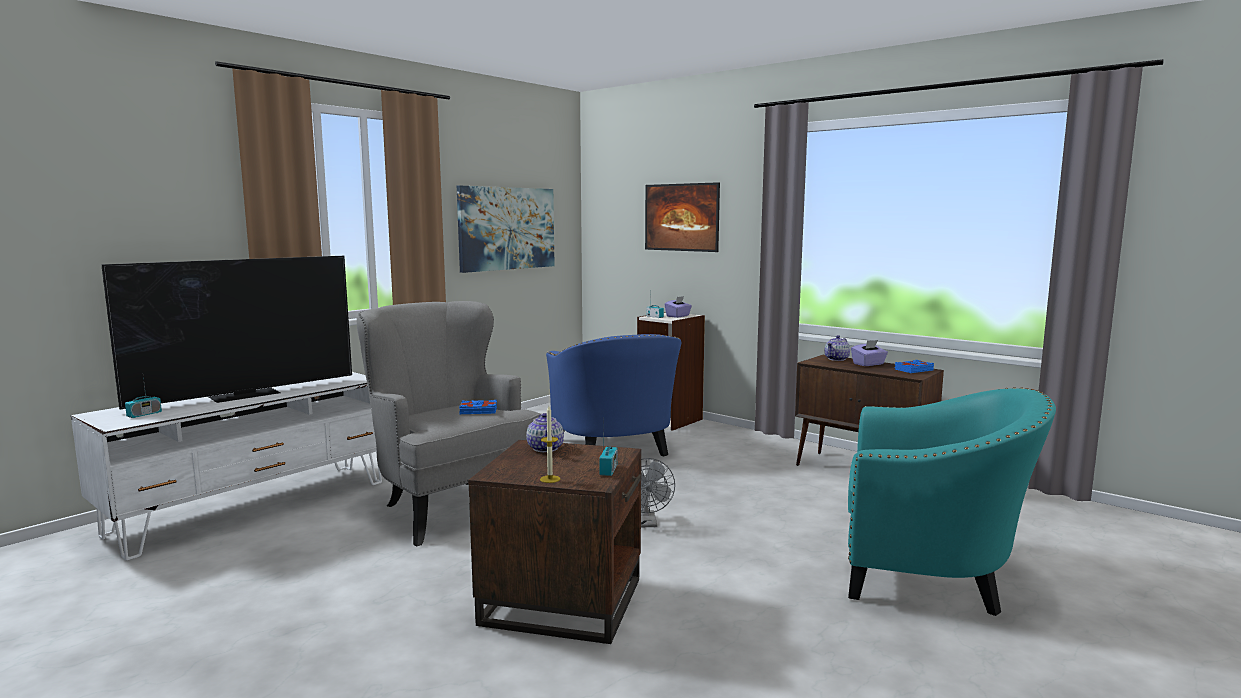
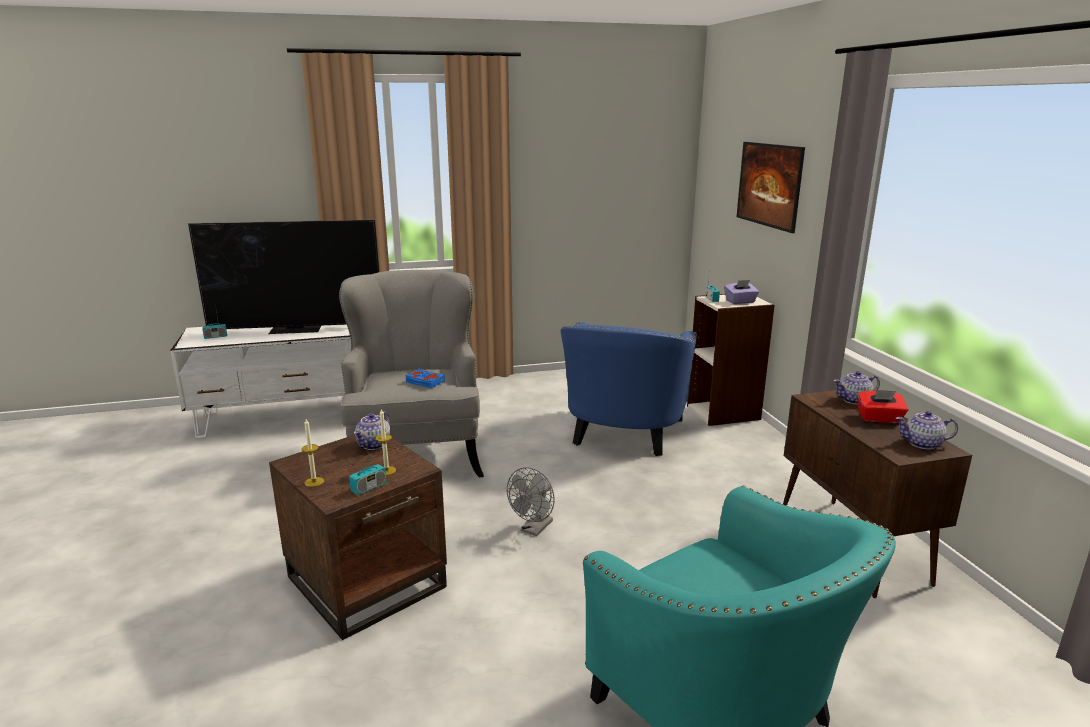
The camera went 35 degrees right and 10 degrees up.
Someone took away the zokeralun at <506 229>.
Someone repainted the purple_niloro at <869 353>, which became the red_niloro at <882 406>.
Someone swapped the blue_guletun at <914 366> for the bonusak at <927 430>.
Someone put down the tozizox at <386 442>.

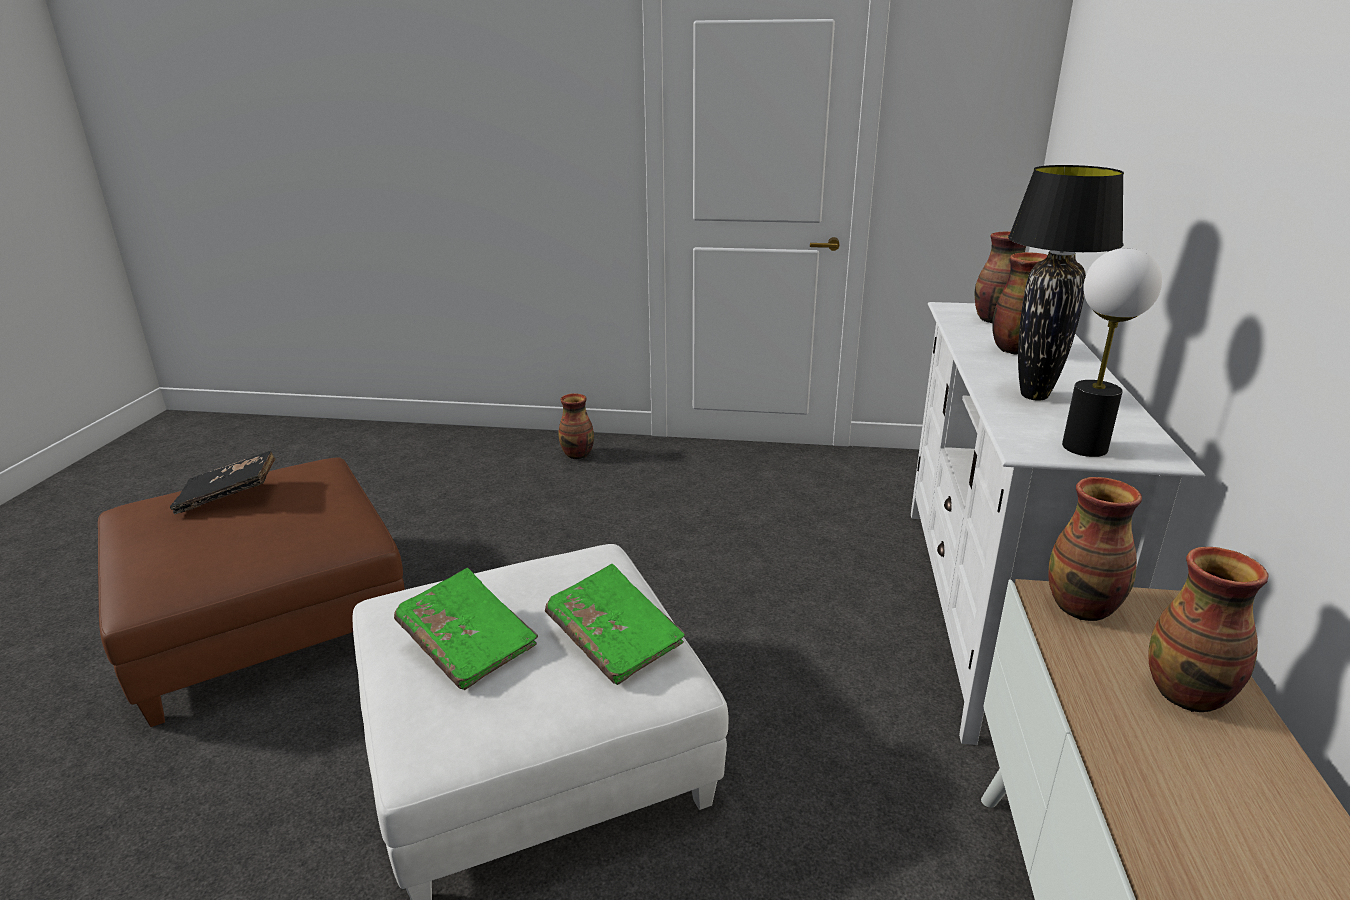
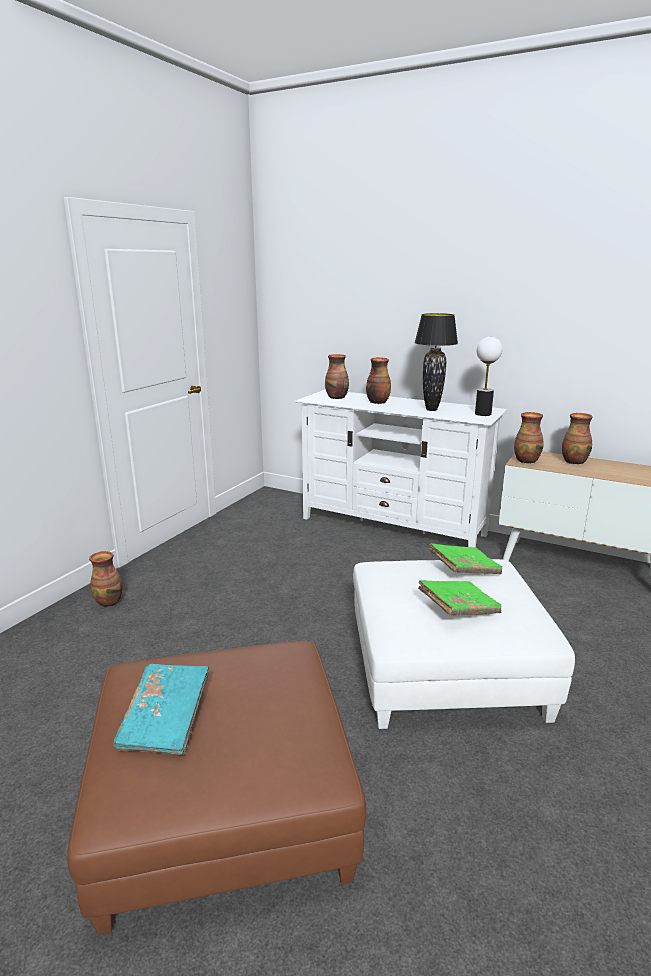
The camera went 70 degrees left and 5 degrees down.
Someone repainted the black_guletun at <222 483>, which became the turquoise_guletun at <161 709>.

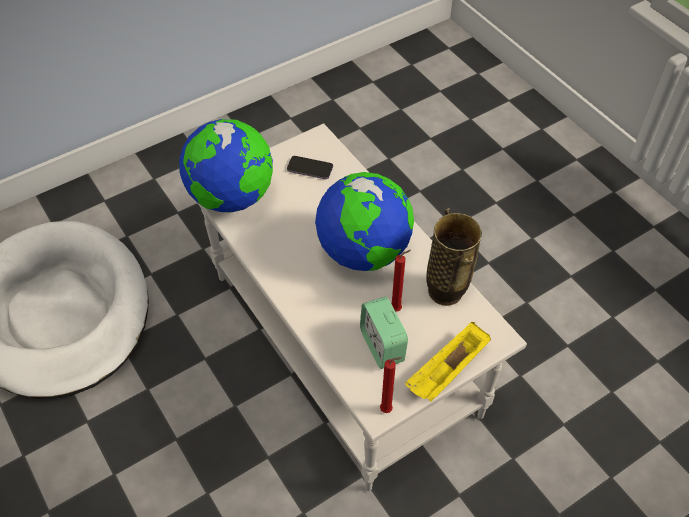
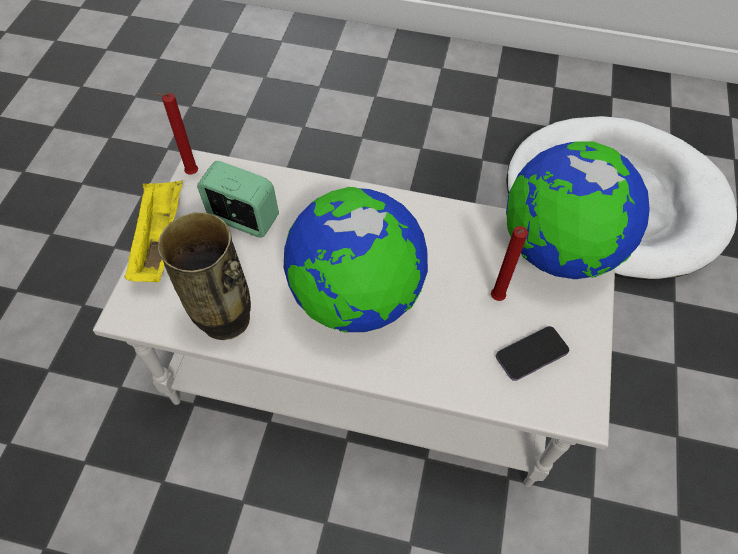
The camera went 135 degrees right and 5 degrees up.
Someone carried the red_tozizox from <401 280> to <509 263>.

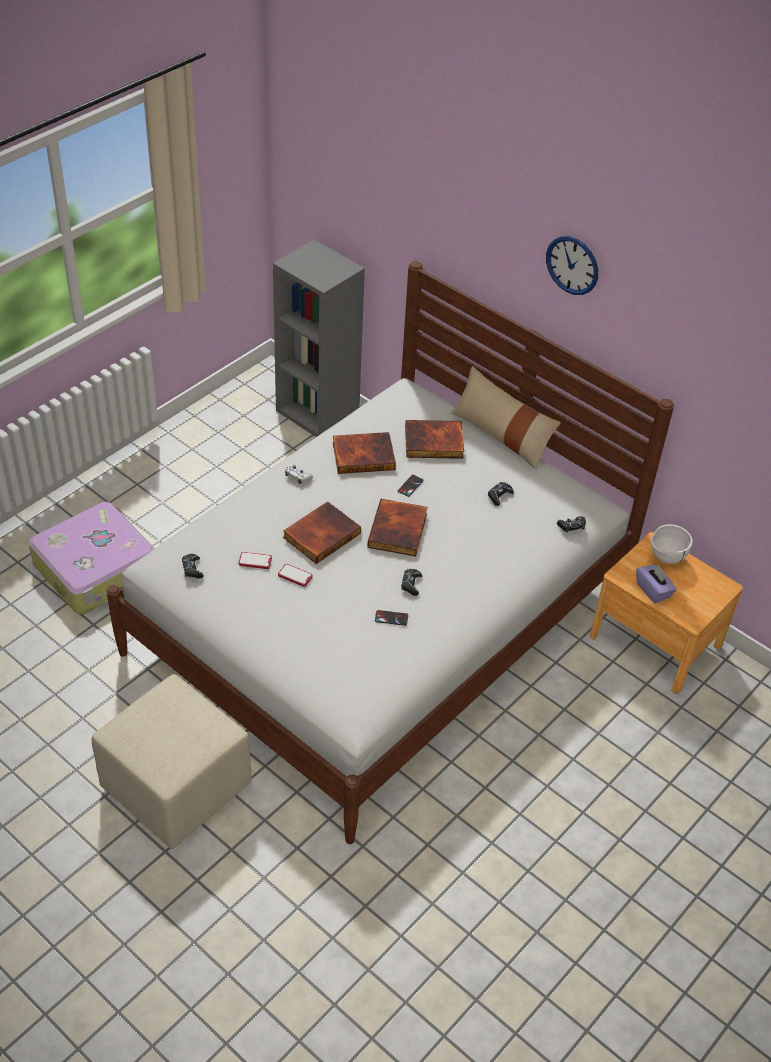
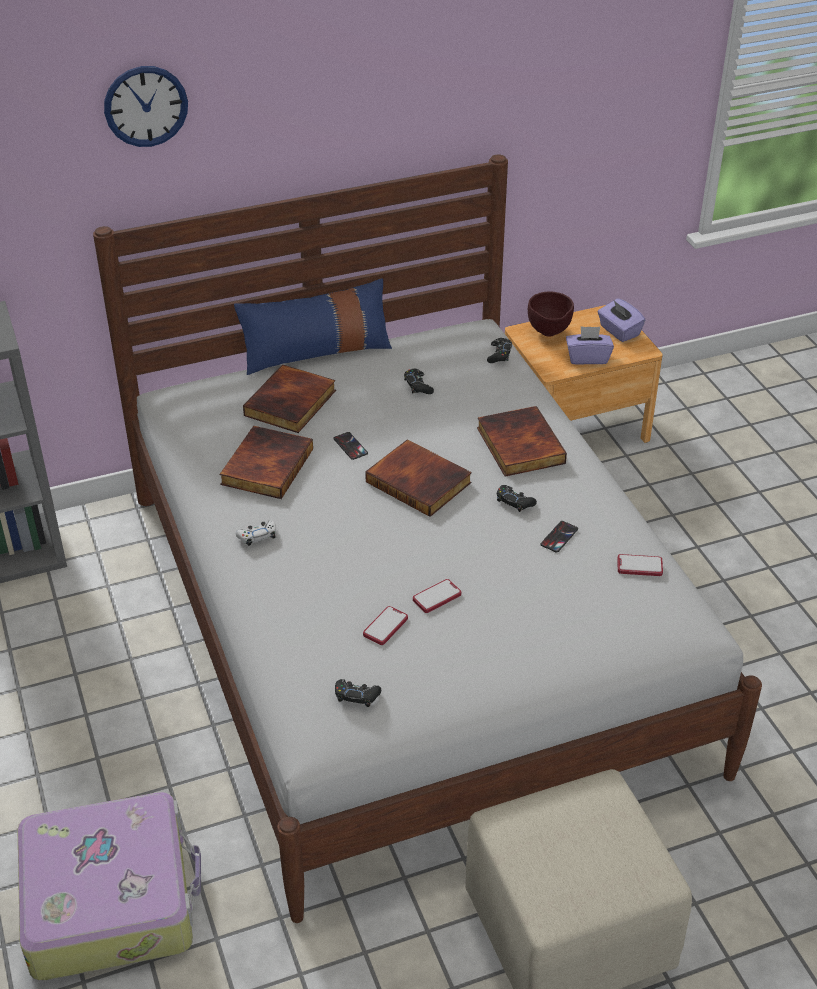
The camera went 60 degrees left and 5 degrees down.
Someone carried the guletun from <322 532> to <522 441>.
Someone repainted the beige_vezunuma at <506 418>, which became the blue_vezunuma at <313 326>.
Someone carried the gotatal from <572 265> to <146 106>.
Someone repainted the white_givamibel at <671 544>, which became the brown_givamibel at <551 314>.
Someone put down the purple_niloro at <621 320>.
Someone put down the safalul at <640 565>.

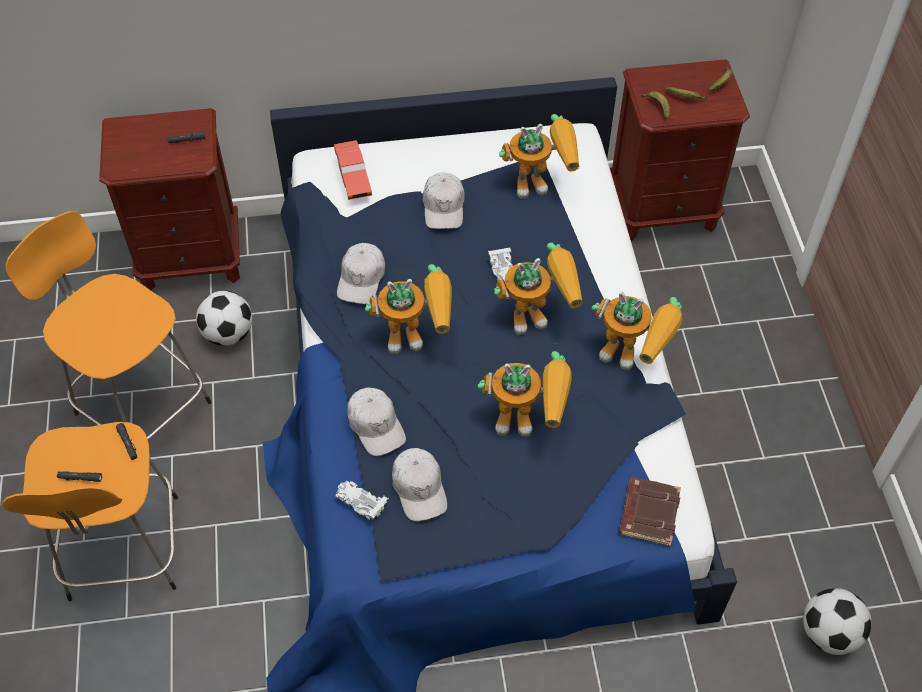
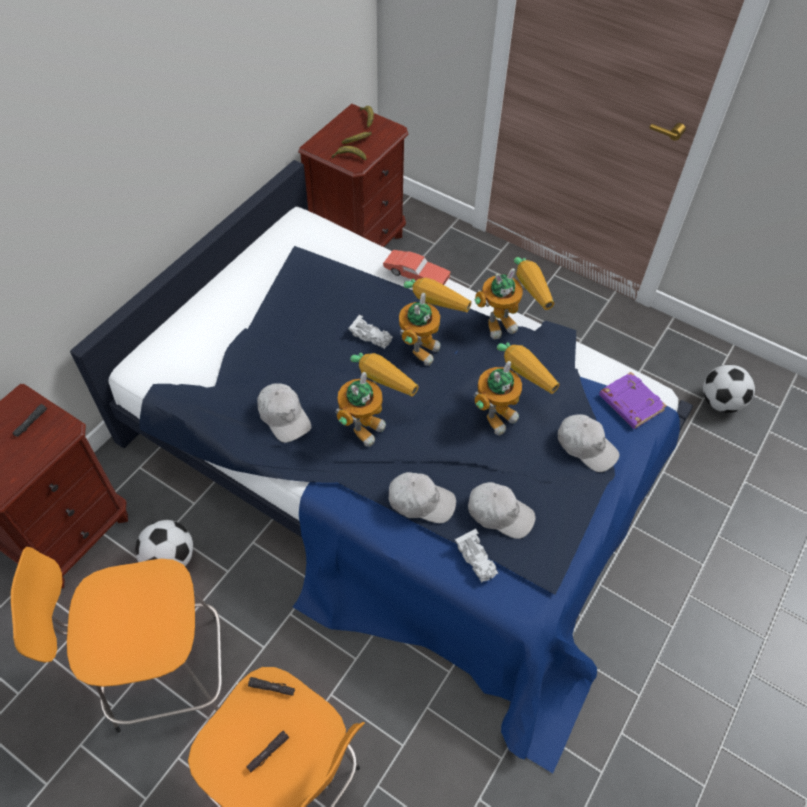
The camera went 50 degrees left and 0 degrees up.
Someone carried the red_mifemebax from <353 170> to <417 267>.
Someone rotated the white_mifemebax at <361 500> by 105 degrees counterclockwise.
Someone carried the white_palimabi from <444 201> to <589 443>.
Someone took away the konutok at <539 156>.
Someone repainted the brown_guletun at <650 511>, which became the purple_guletun at <633 400>.

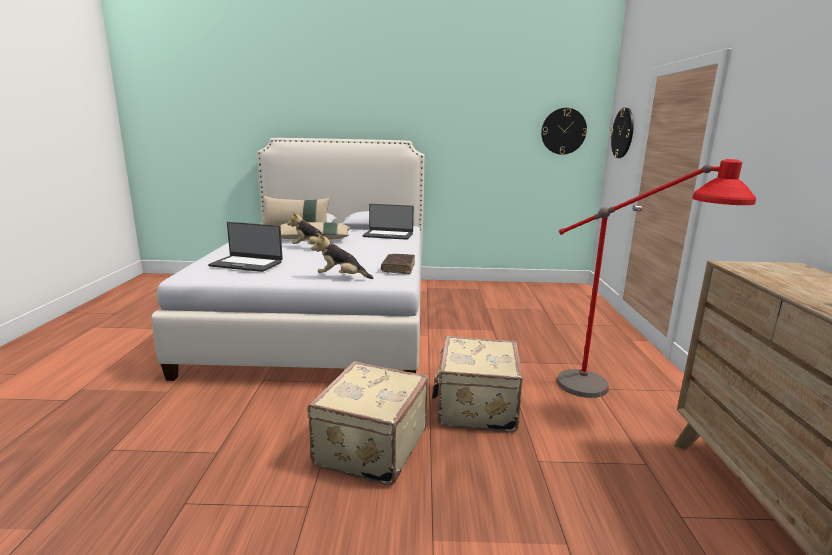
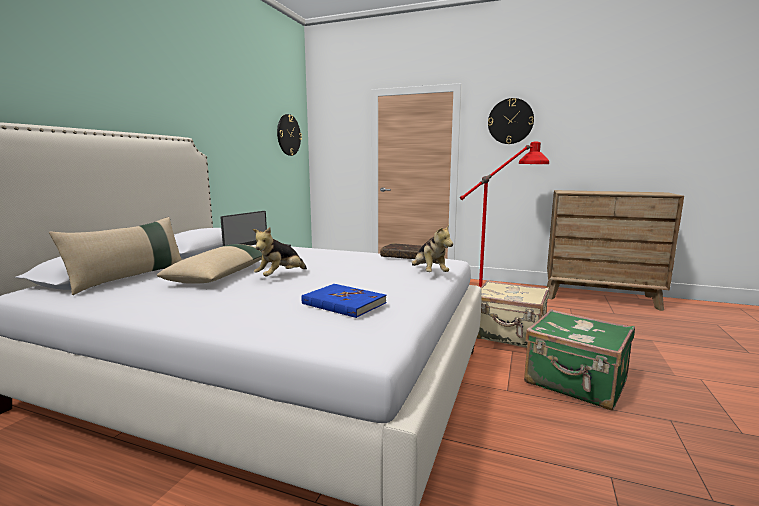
The camera went 70 degrees left and 5 degrees down.
Someone swapped the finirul at <245 247> for the blue_guletun at <343 301>.
Someone repainted the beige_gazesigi at <367 423>, which became the green_gazesigi at <579 360>.
Someone rotated the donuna at <342 256> by 45 degrees counterclockwise.
Someone carried the gotatal from <622 133> to <511 121>.

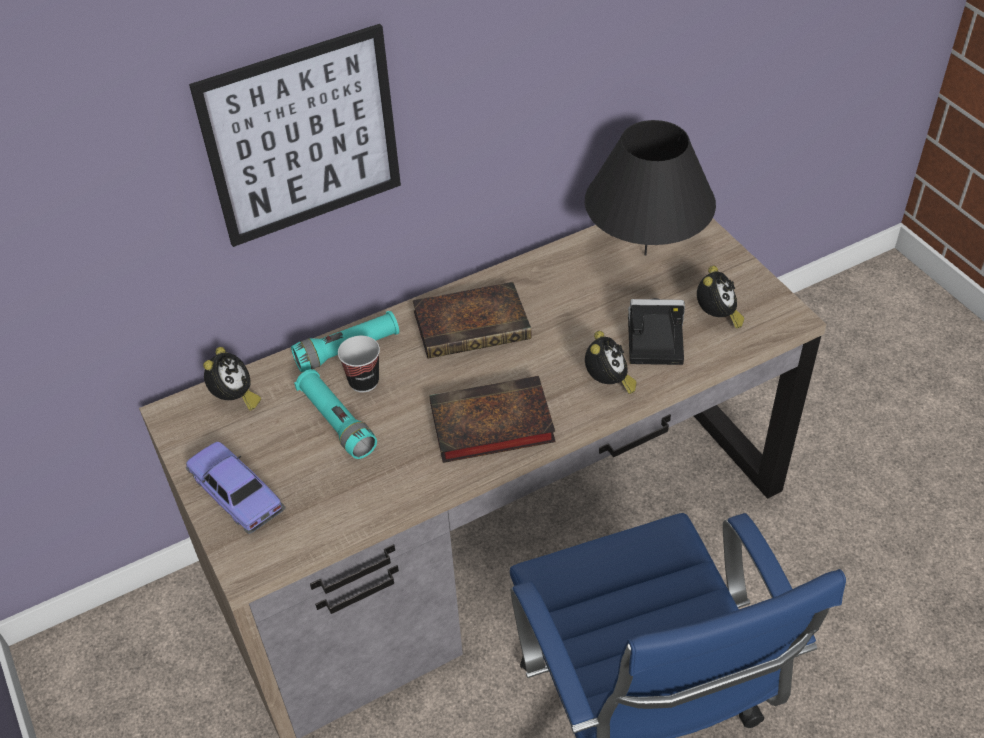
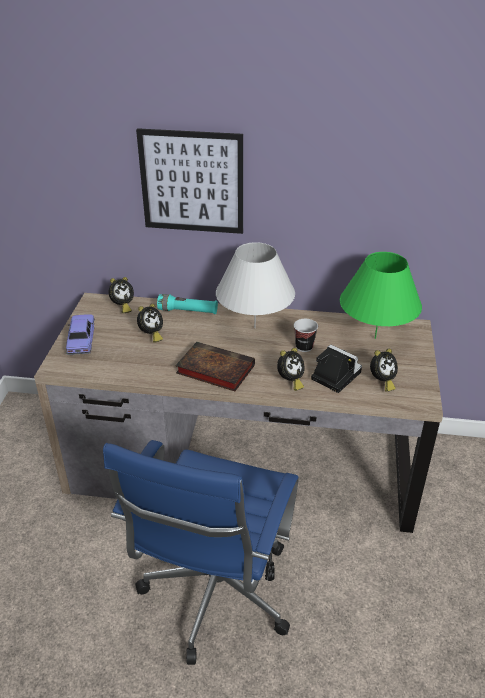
The camera went 35 degrees right and 10 degrees down.
Someone swapped the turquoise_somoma at <335 414> for the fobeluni at <150 323>.
Someone carried the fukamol from <359 364> to <306 335>.
Someone swapped the guletun at <472 320> for the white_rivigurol at <255 285>.
Someone repainted the black_rivigurol at <650 188>, which became the green_rivigurol at <381 295>.

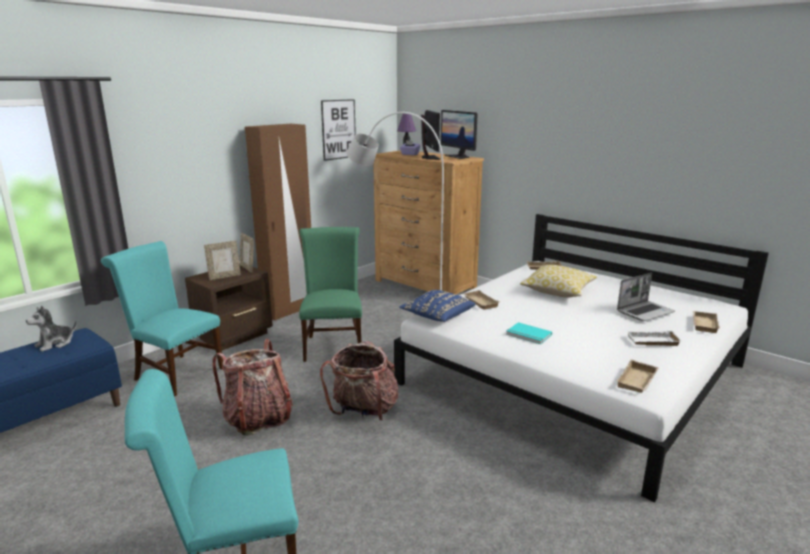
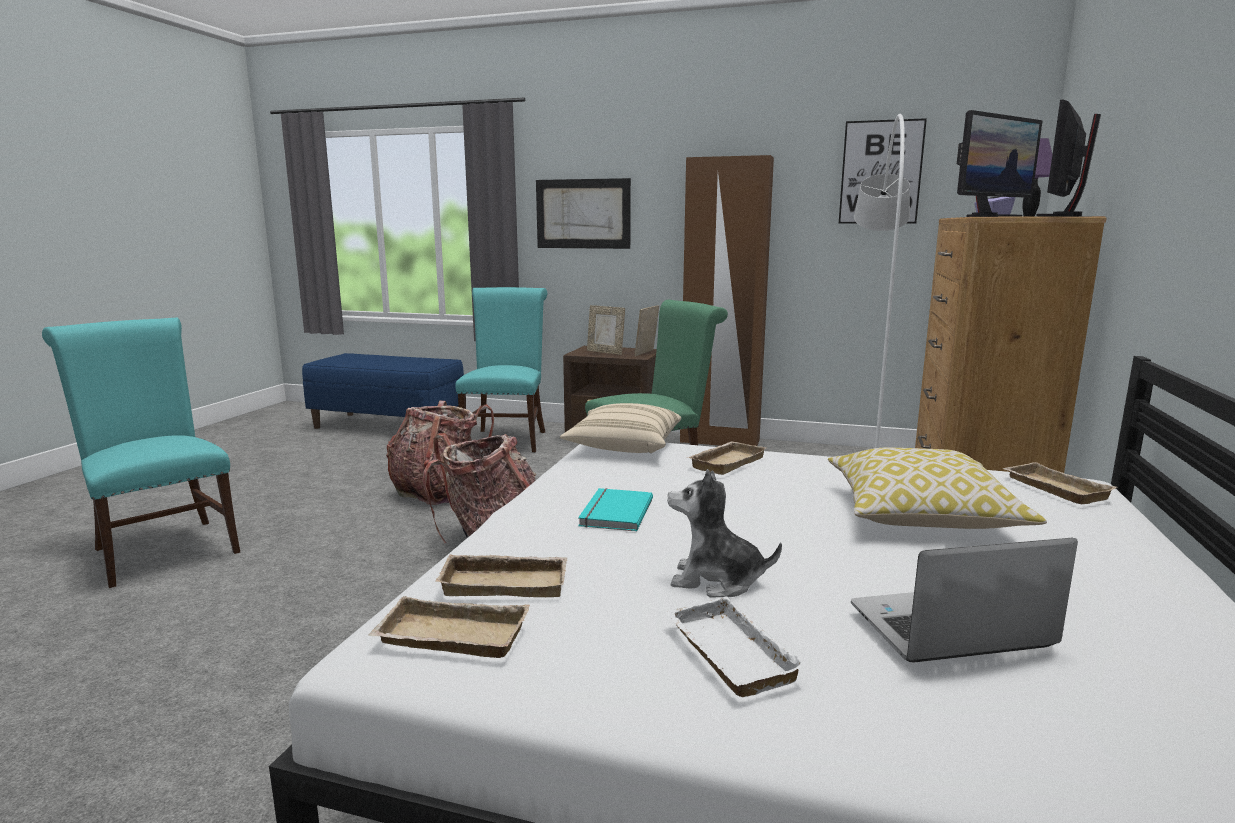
The camera went 65 degrees right and 5 degrees down.
Someone carried the donuna from <51 329> to <724 533>.
Someone repainted the blue_vezunuma at <437 306>, which became the beige_vezunuma at <620 428>.
Someone rotated the finirul at <646 297> by 135 degrees clockwise.
Someone carried the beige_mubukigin from <706 322> to <501 575>.
Someone put up the zokeralun at <583 213>.

